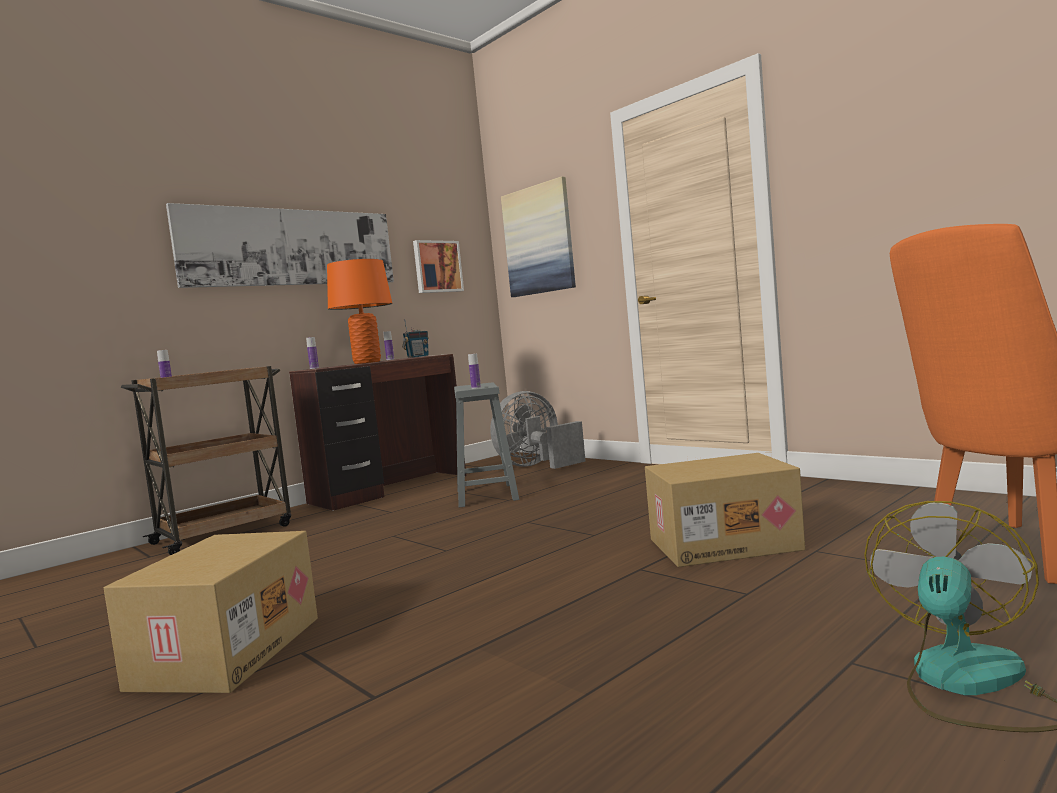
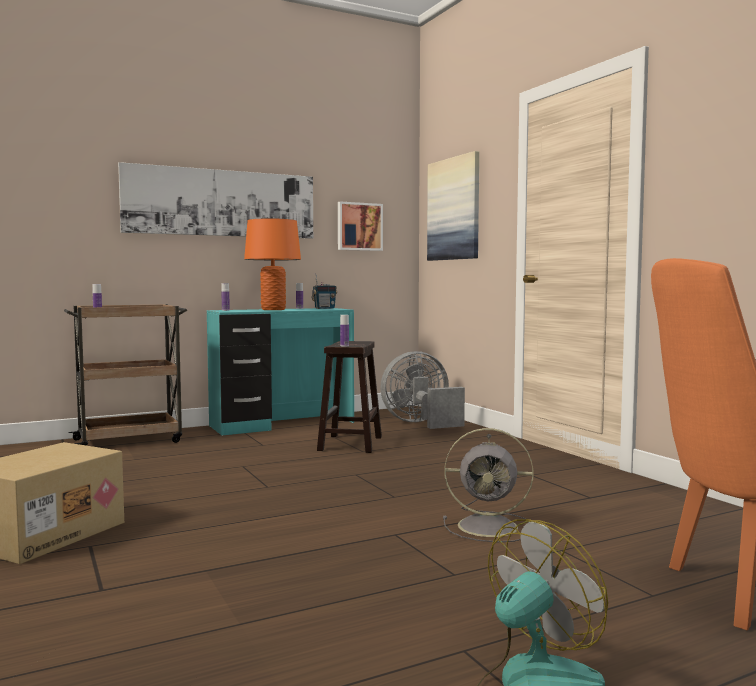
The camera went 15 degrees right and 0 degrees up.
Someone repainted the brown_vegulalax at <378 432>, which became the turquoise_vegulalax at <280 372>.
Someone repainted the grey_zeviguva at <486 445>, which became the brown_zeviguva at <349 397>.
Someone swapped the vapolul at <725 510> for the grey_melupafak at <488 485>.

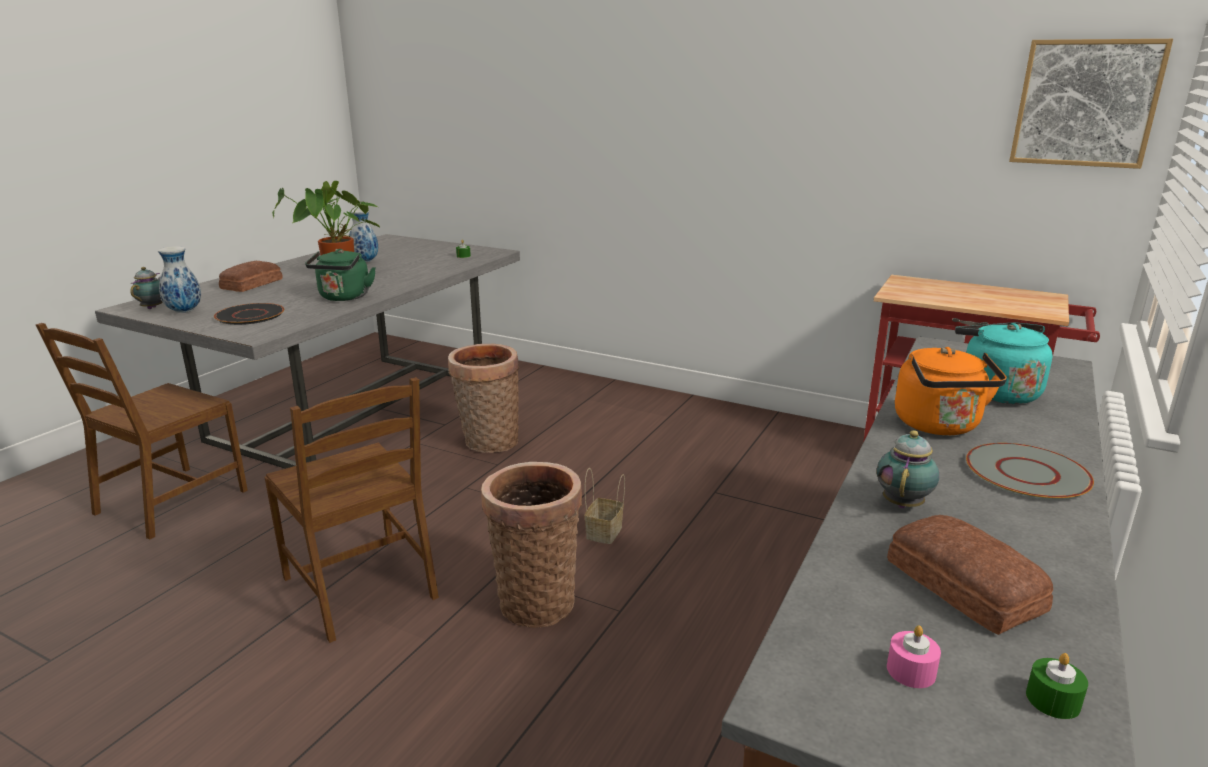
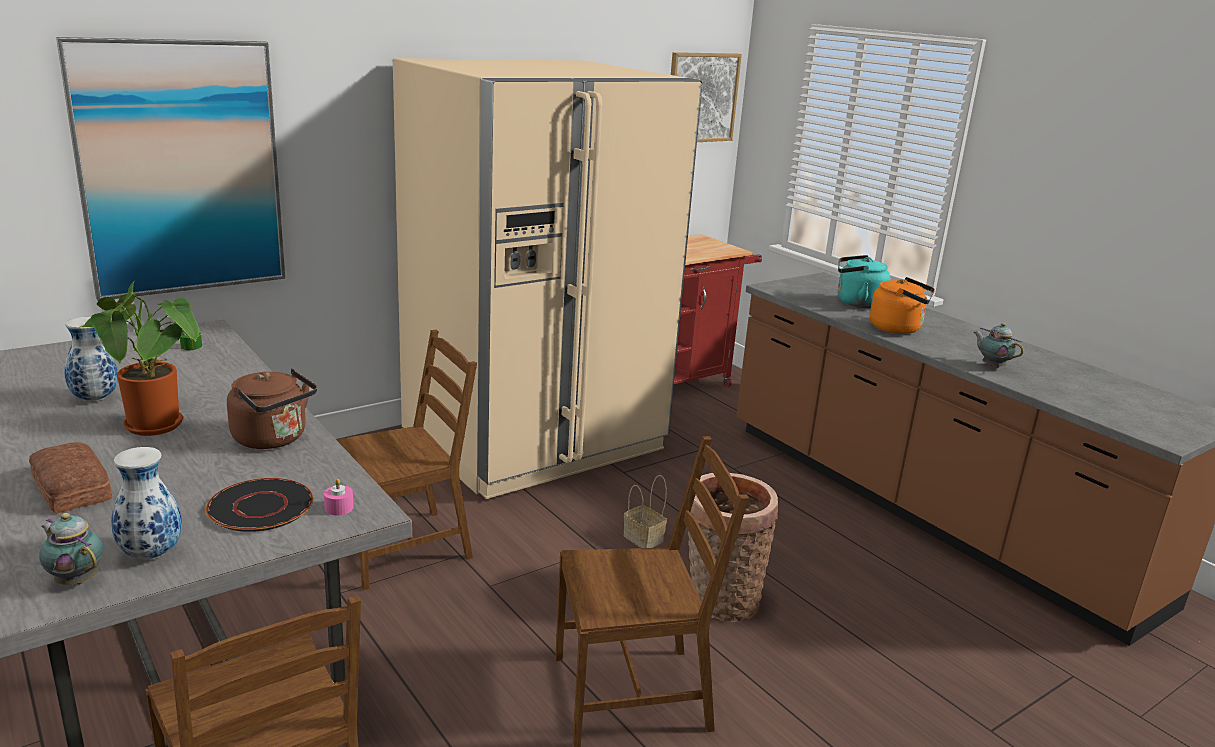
The camera went 65 degrees left and 0 degrees up.
Someone repainted the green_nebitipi at <340 275>, which became the brown_nebitipi at <272 409>.
Someone swapped the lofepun at <483 398> for the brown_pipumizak at <406 460>.
Someone took away the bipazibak at <970 575>.
Someone carried the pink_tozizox from <914 656> to <338 497>.
Someone took away the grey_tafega at <1030 471>.
Someone took away the green_tozizox at <1057 686>.
Someone put up the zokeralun at <170 169>.
Someone put down the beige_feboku at <548 278>.

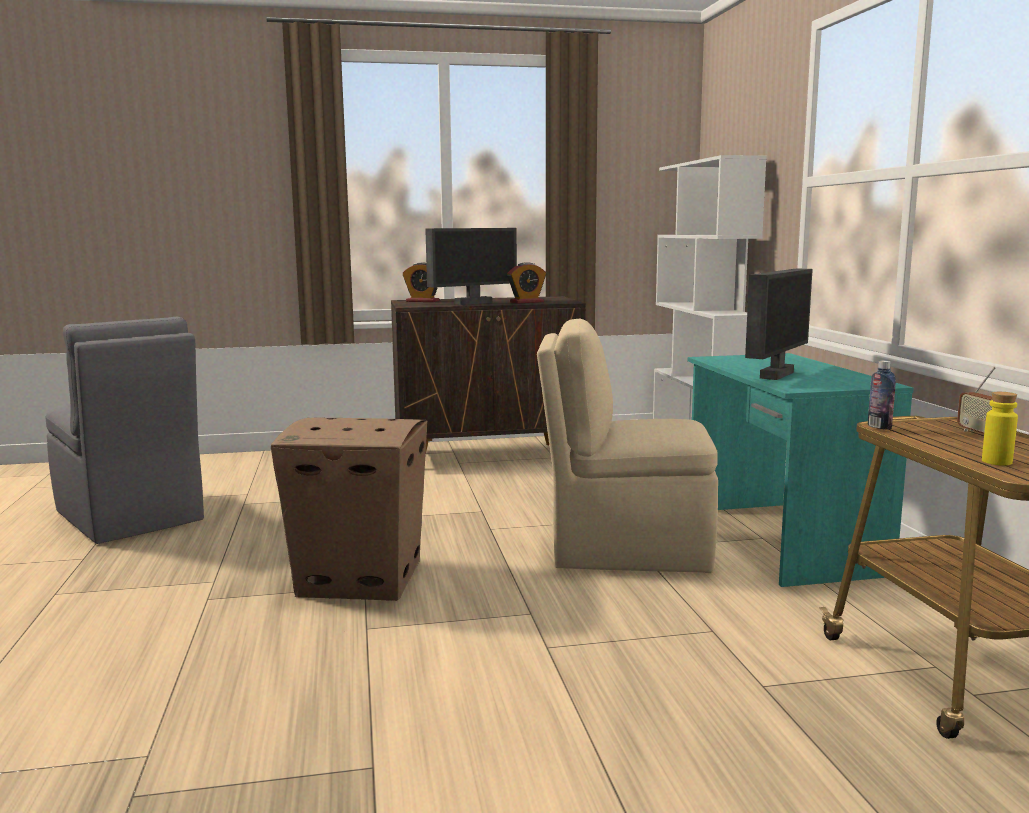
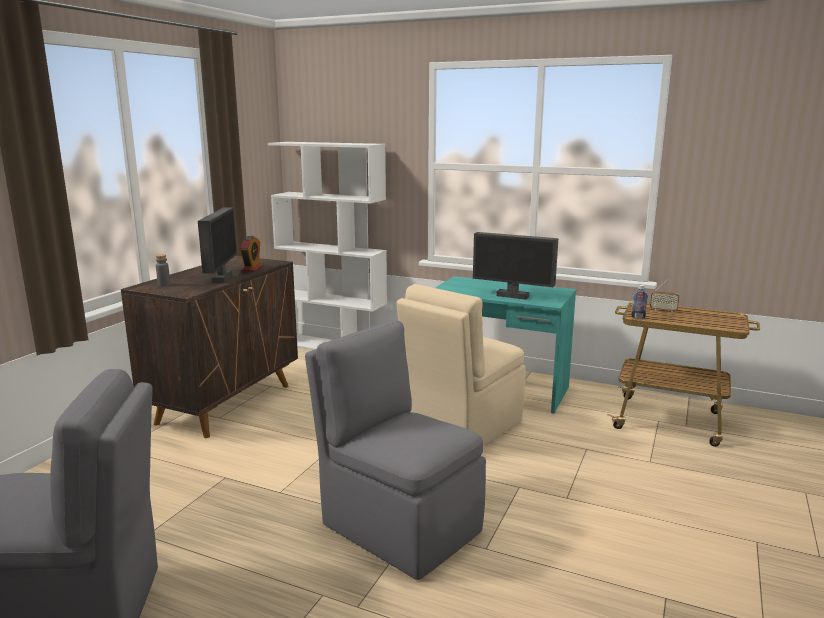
The camera went 55 degrees left and 5 degrees up.
Someone swapped the vapolul at <349 509> for the grey_pipumizak at <395 450>.
Someone swapped the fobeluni at <421 282> for the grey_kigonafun at <163 270>.
Someone rotated the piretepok at <779 324> by 135 degrees clockwise.
Someone took away the yellow_kigonafun at <1000 429>.

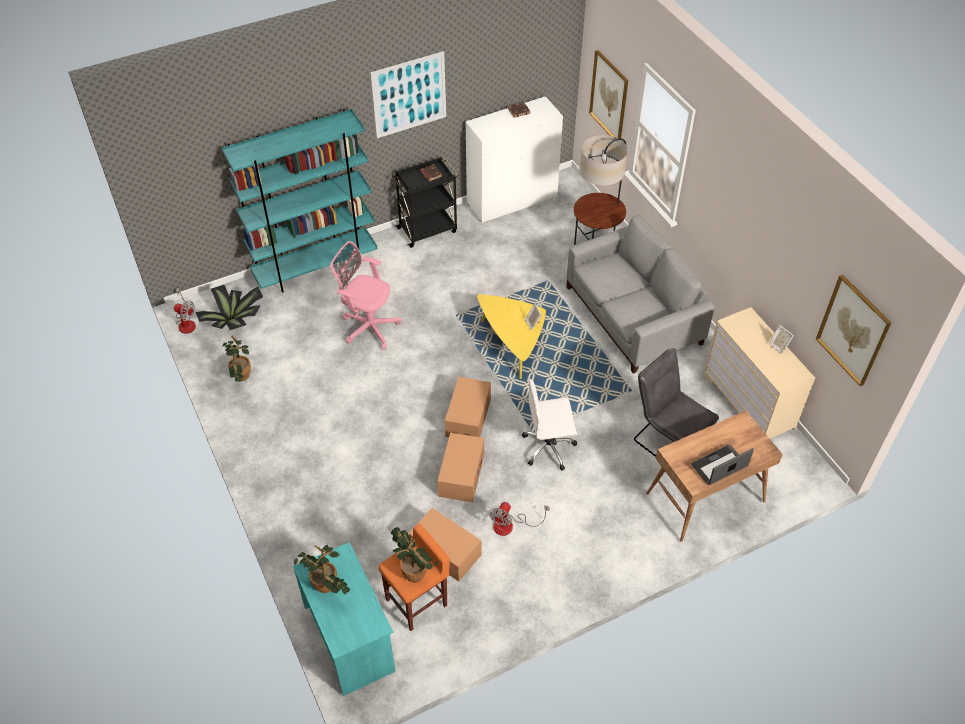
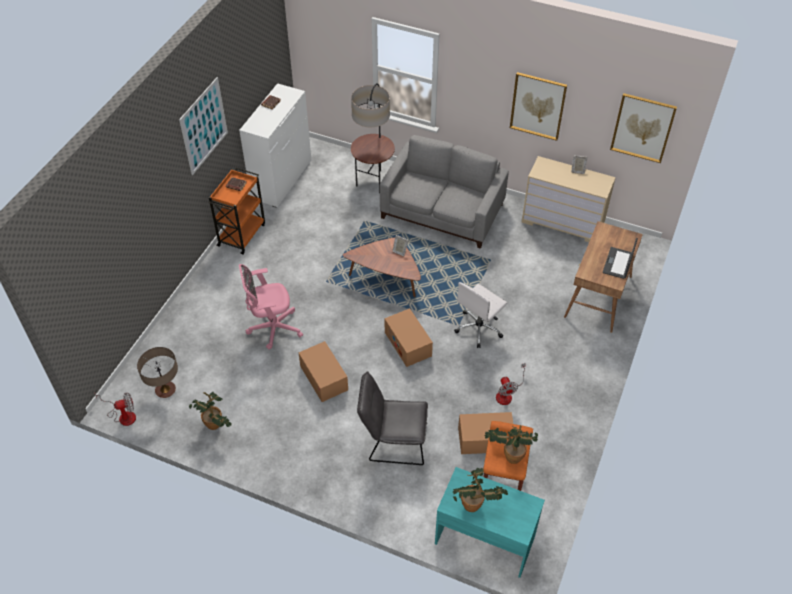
The camera went 40 degrees left and 0 degrees up.
Someone swapped the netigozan at <229 307> for the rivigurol at <157 372>.
Someone took away the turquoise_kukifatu at <299 201>.
Someone repainted the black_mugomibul at <425 202>, which became the orange_mugomibul at <237 211>.
Someone carried the vapolul from <461 467> to <323 371>.
Someone repainted the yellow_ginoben at <511 336>, which became the brown_ginoben at <382 267>.
Someone carried the zokeralun from <608 94> to <538 106>.
Someone carried the grey_pipumizak from <676 402> to <392 418>.

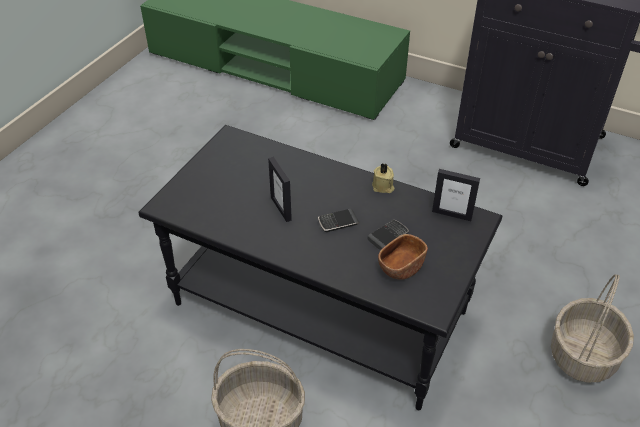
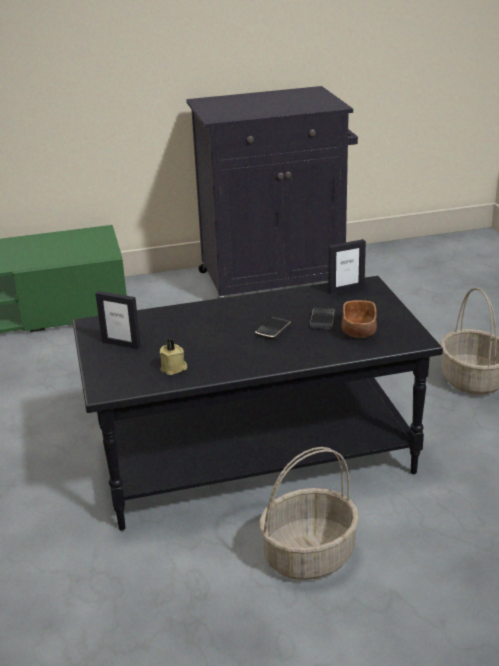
The camera went 40 degrees left and 15 degrees down.
Someone carried the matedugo from <280 189> to <118 320>.
Someone carried the beige_tozizox from <383 178> to <173 356>.

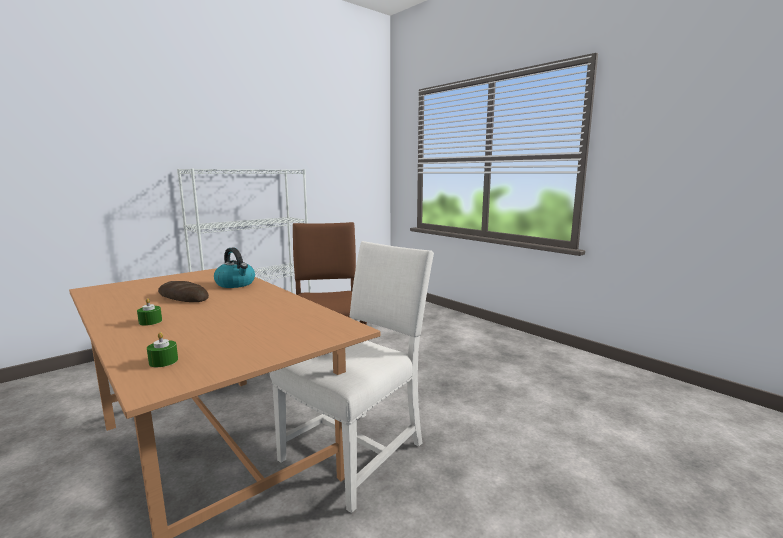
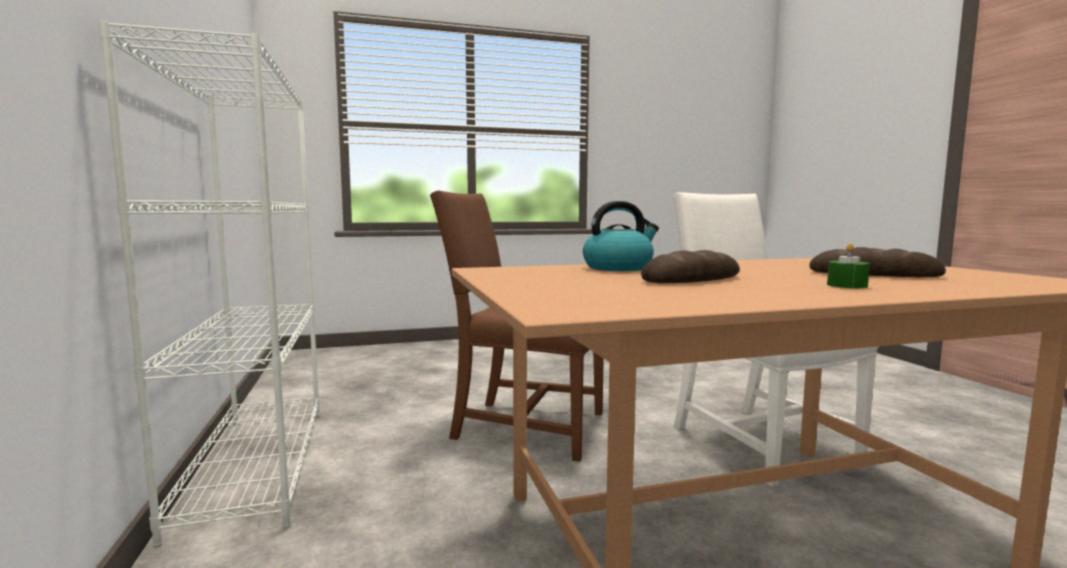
The camera went 65 degrees left and 5 degrees down.
Someone took away the green_tozizox at <162 349>.
Someone put down the bipazibak at <877 262>.

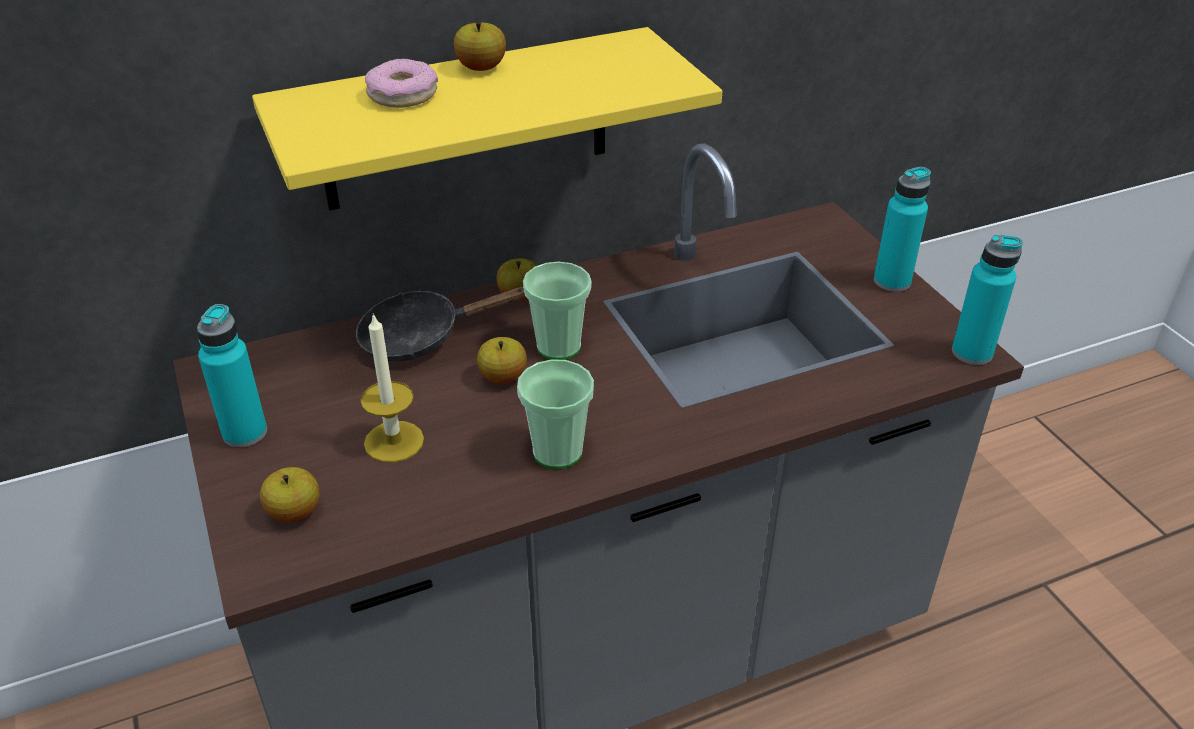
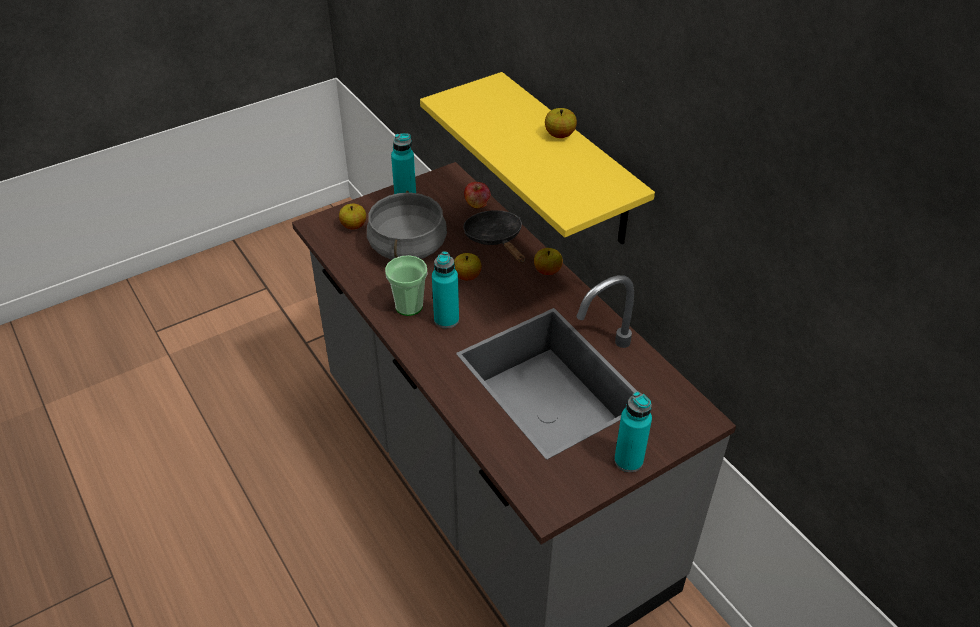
The camera went 80 degrees right and 5 degrees up.
Someone swapped the tozizox at <392 388> for the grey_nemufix at <407 225>.
Someone took away the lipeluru at <401 83>.
Someone took away the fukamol at <557 311>.
Someone carried the turquoise_kigonafun from <987 300> to <445 290>.
Someone put down the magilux at <477 195>.

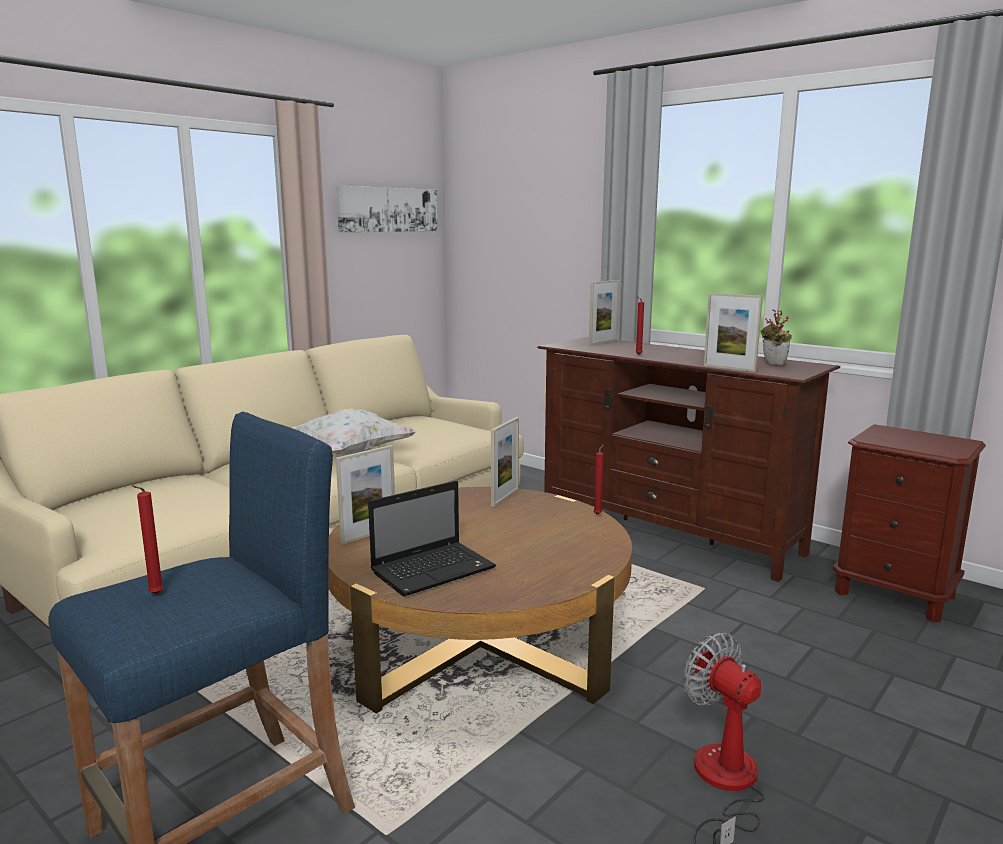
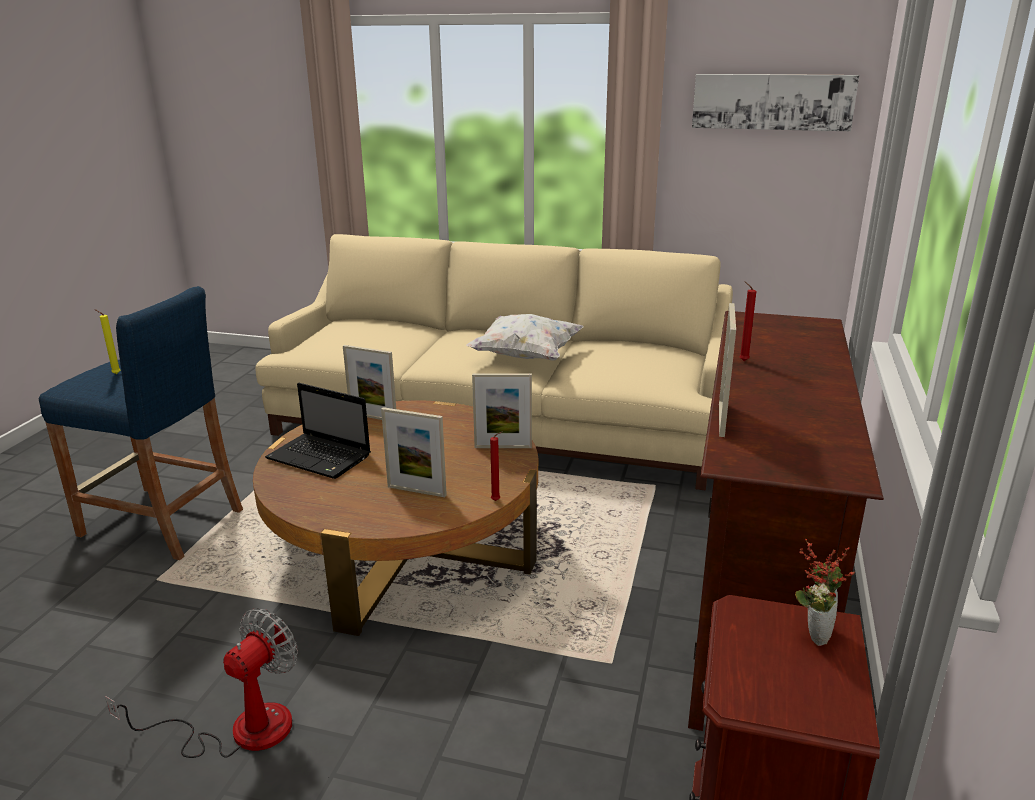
The camera went 65 degrees right and 10 degrees up.
Someone repainted the red_tozizox at <148 539>, which became the yellow_tozizox at <107 341>.
Someone carried the matedugo from <604 312> to <414 452>.
Someone carried the netigozan from <776 337> to <825 592>.

